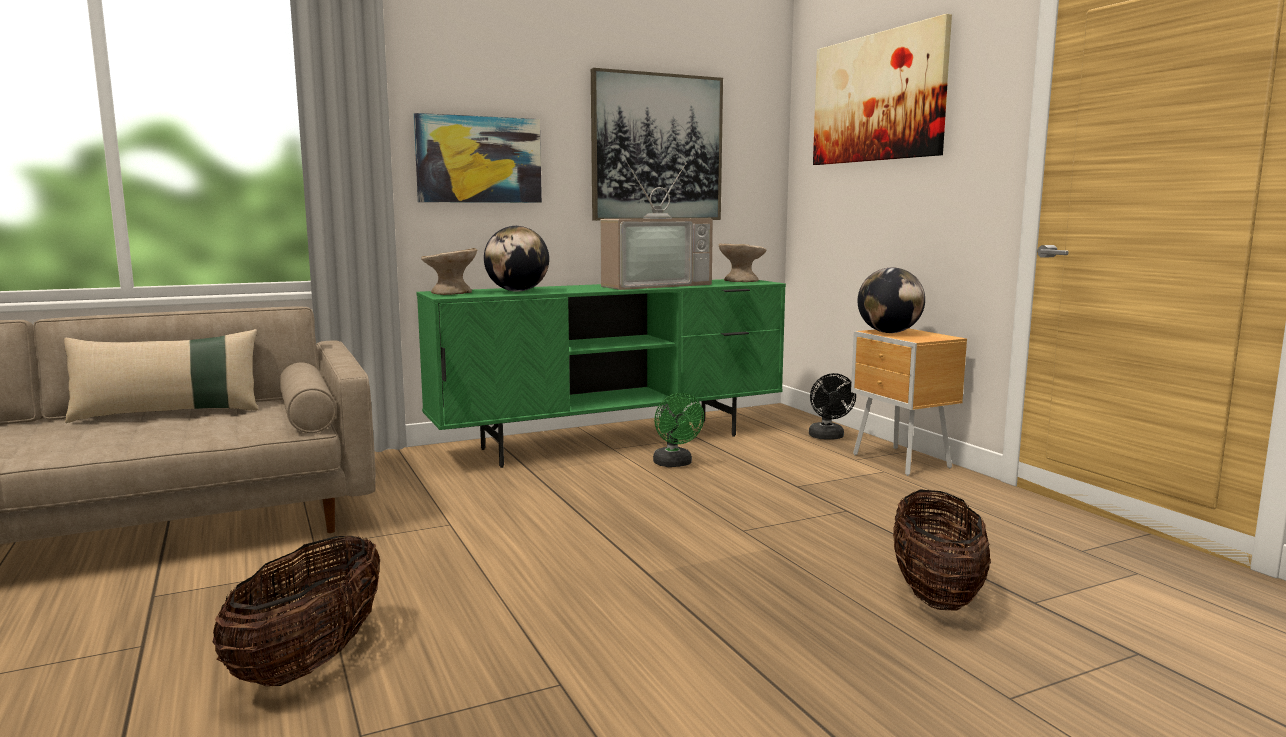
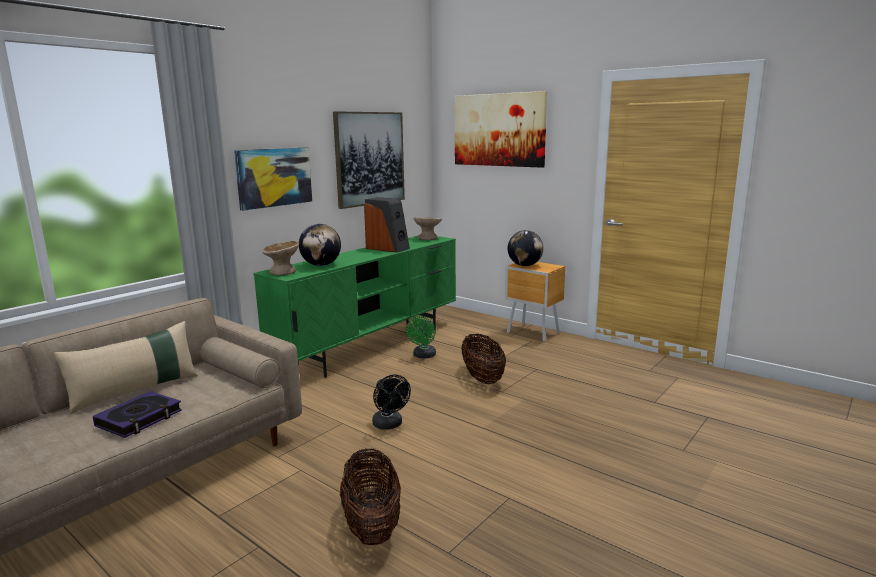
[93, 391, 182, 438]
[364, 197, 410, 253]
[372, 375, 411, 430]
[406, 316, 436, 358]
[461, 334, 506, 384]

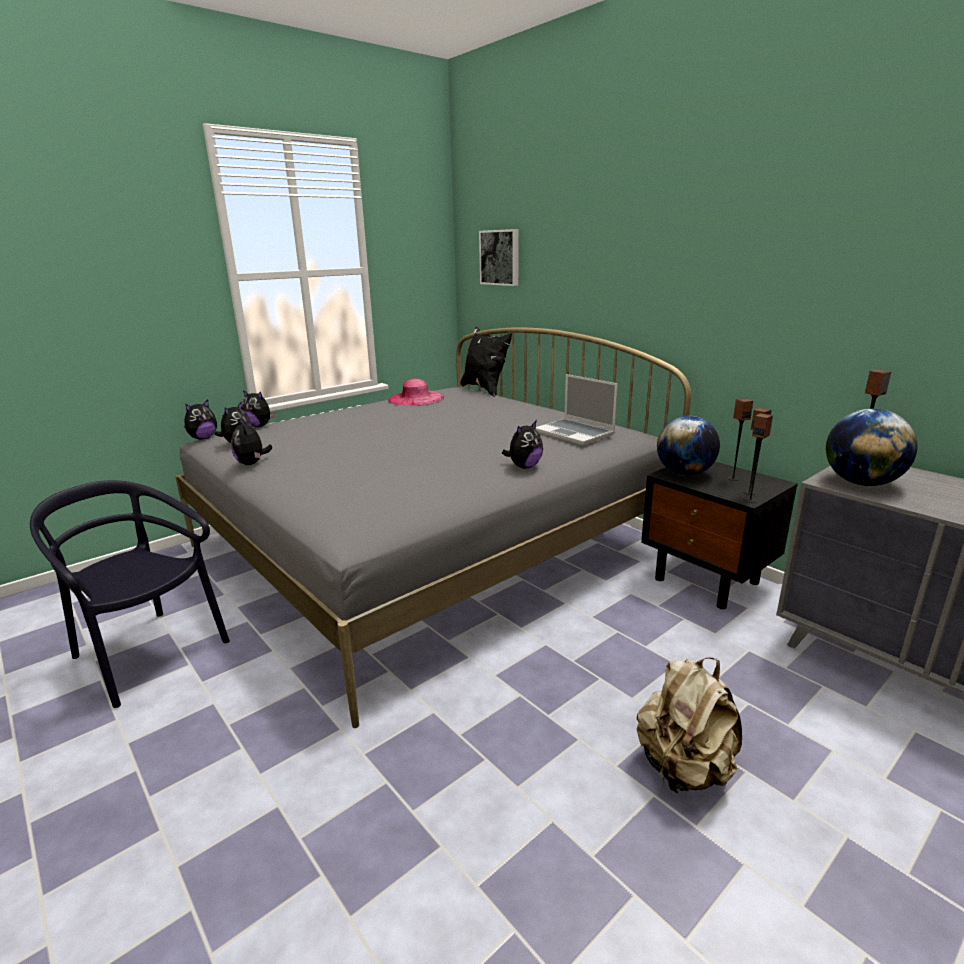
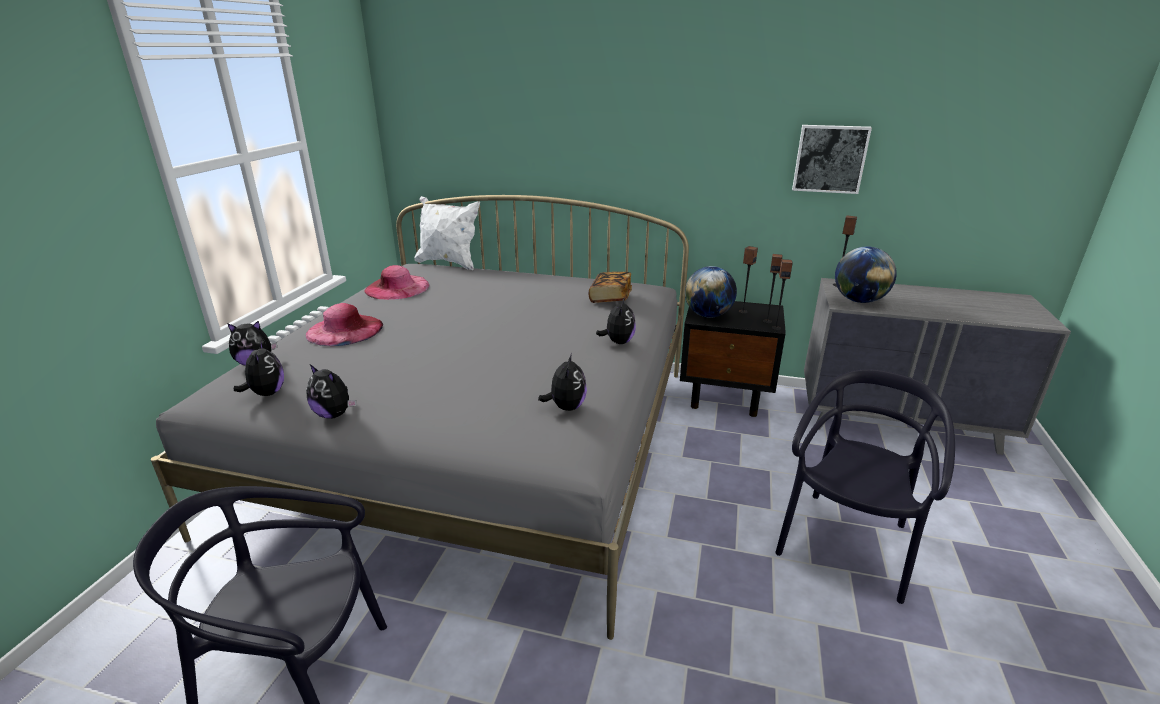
[306, 303, 383, 346]
[414, 196, 480, 270]
[538, 353, 587, 411]
[589, 272, 632, 303]
[775, 369, 955, 604]
[792, 125, 872, 194]

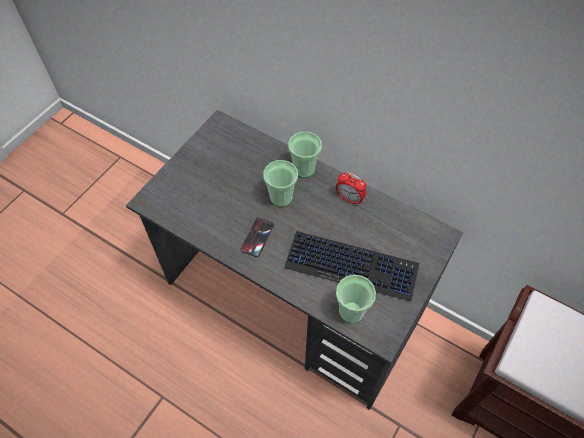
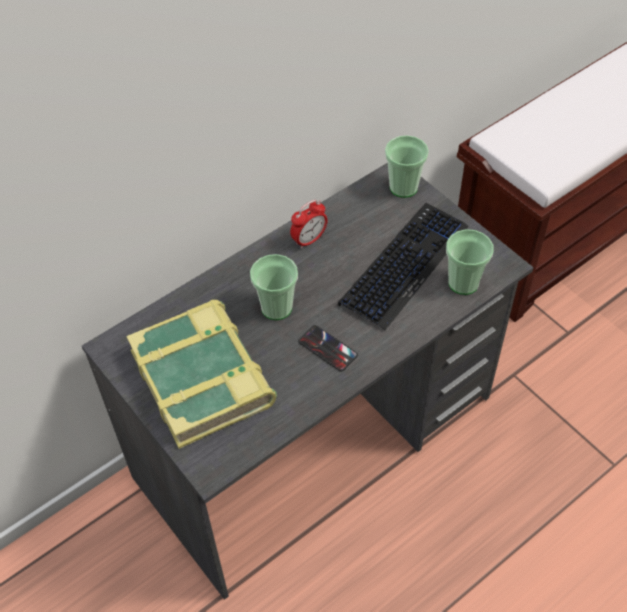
[126, 300, 277, 449]
[385, 135, 429, 198]

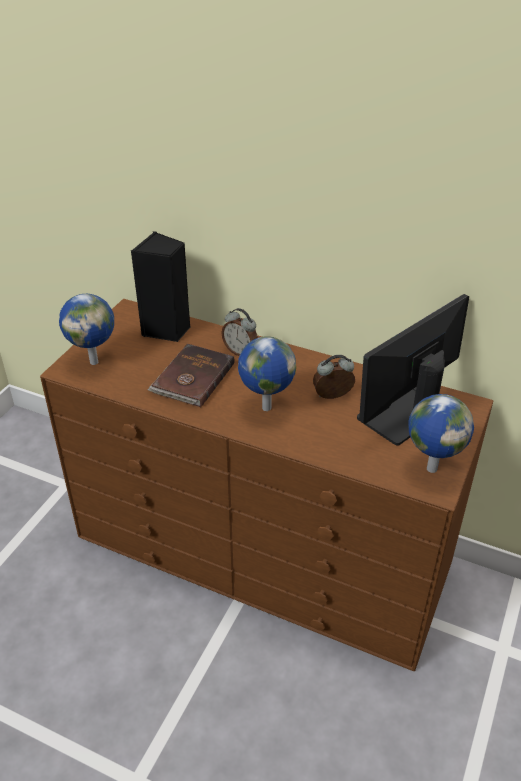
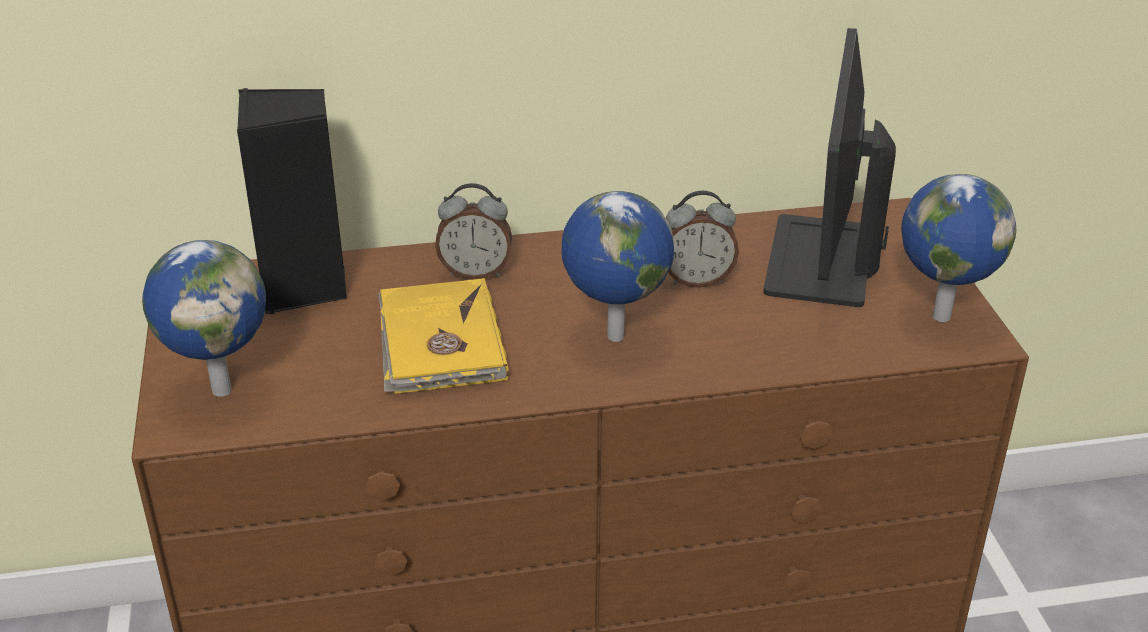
[378, 278, 509, 394]
[666, 190, 739, 288]

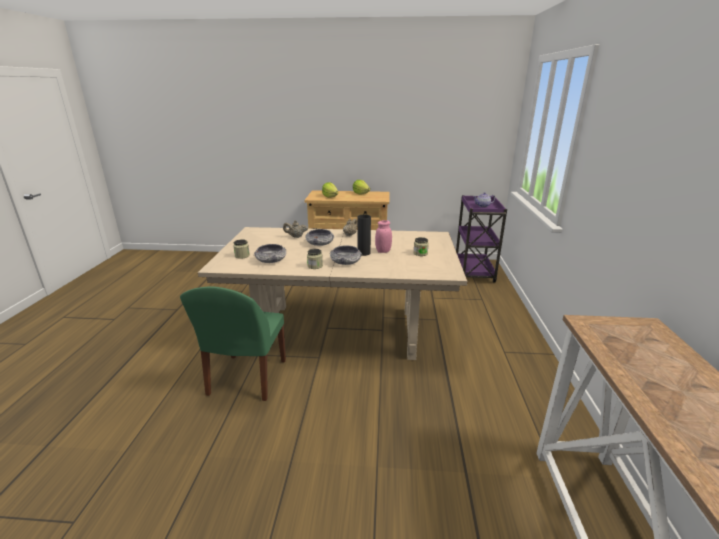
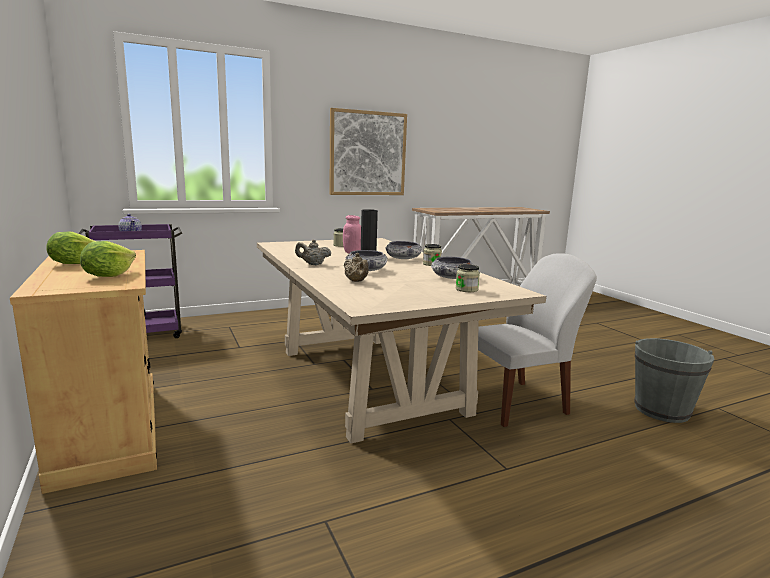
[329, 108, 407, 195]
[478, 253, 597, 427]
[635, 338, 714, 423]

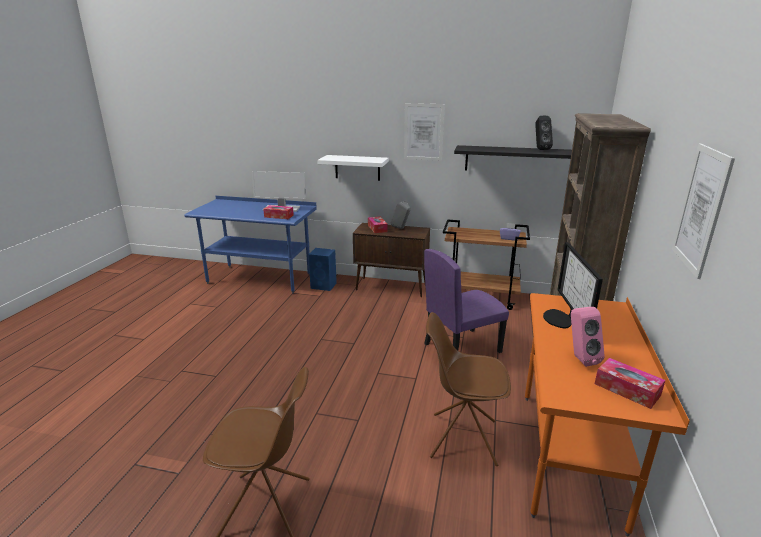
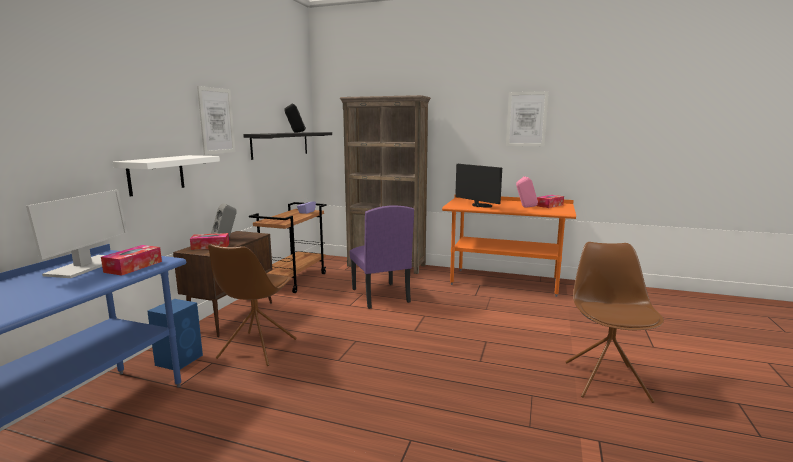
[208, 244, 297, 366]
[455, 164, 502, 208]

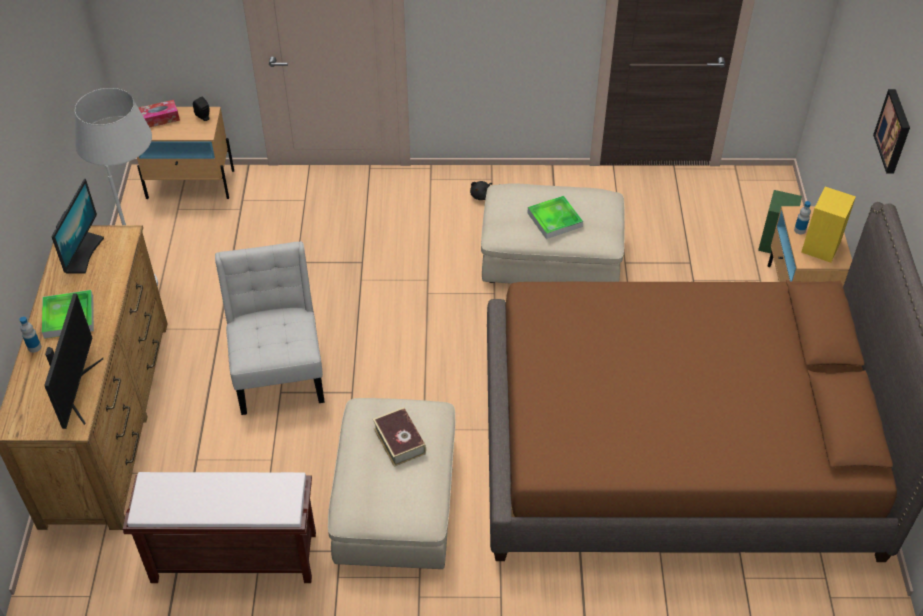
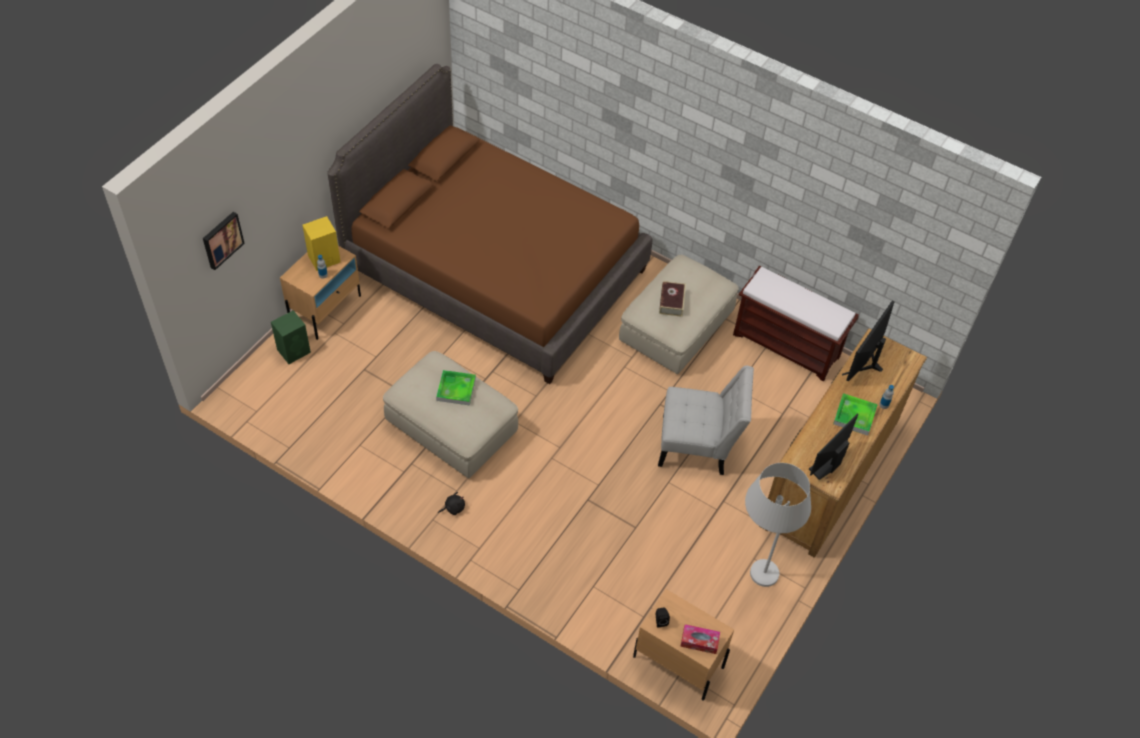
[203, 212, 245, 270]
[658, 365, 754, 475]

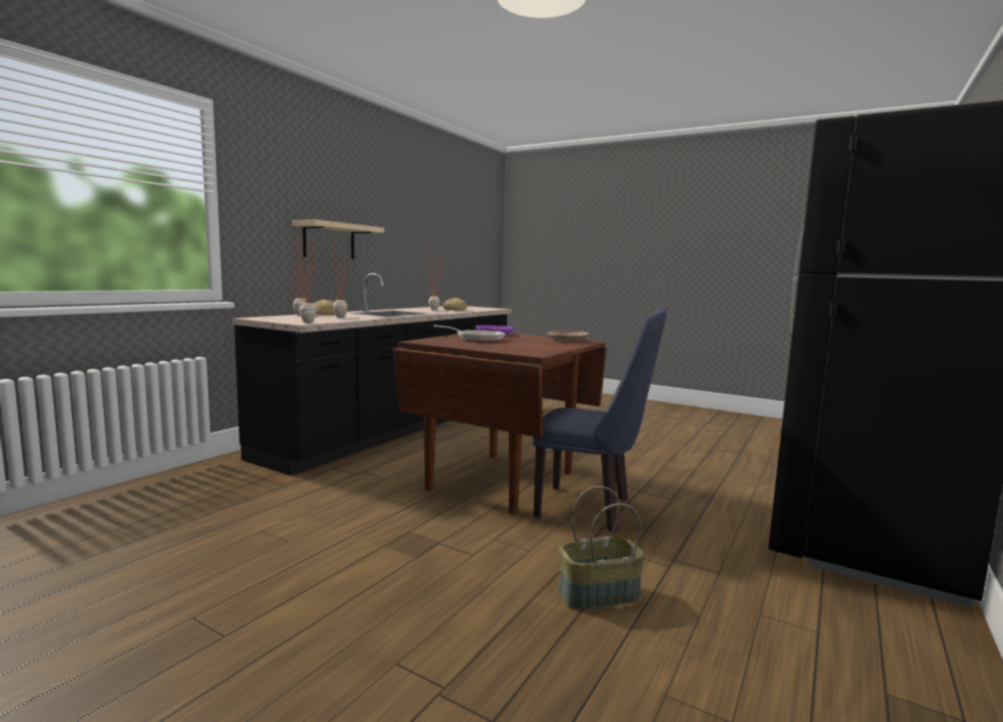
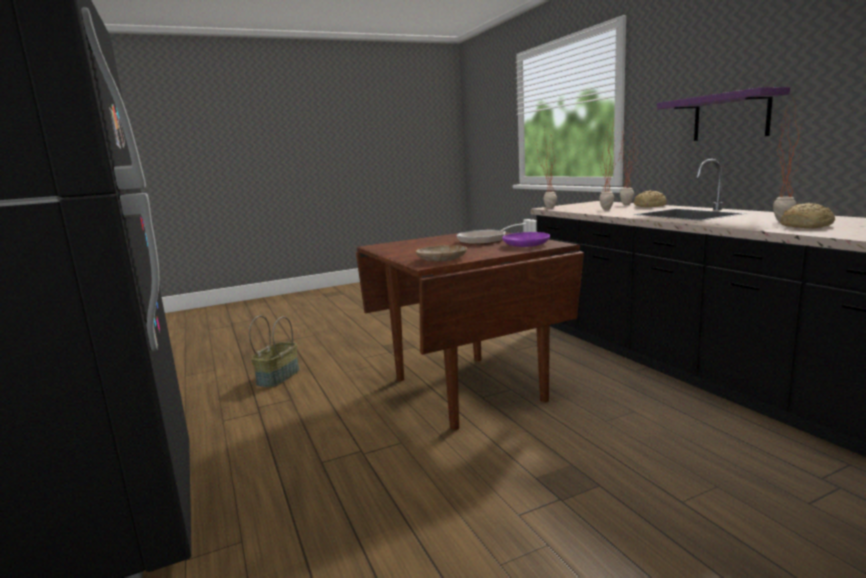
[657, 87, 790, 141]
[533, 309, 667, 532] (first image)

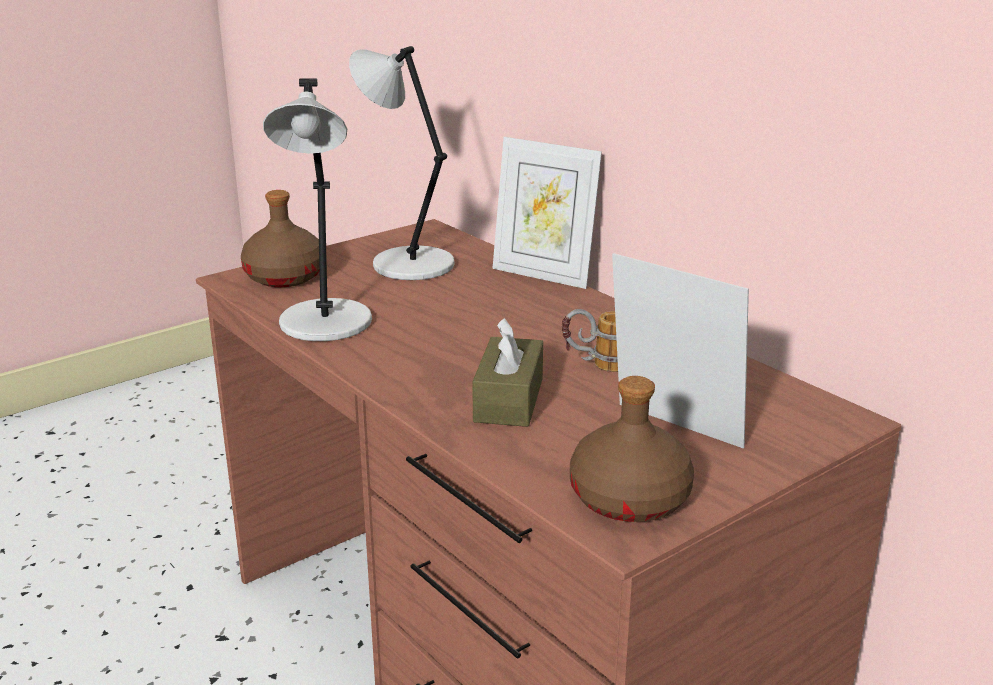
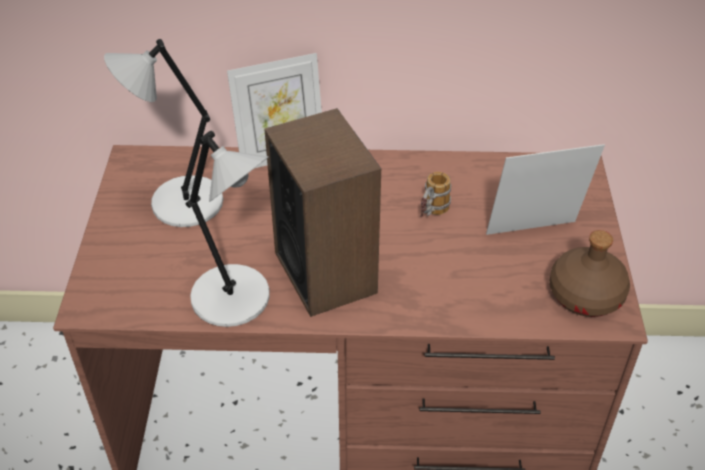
[264, 108, 381, 317]
[241, 190, 320, 287] (first image)
[472, 318, 543, 427] (first image)

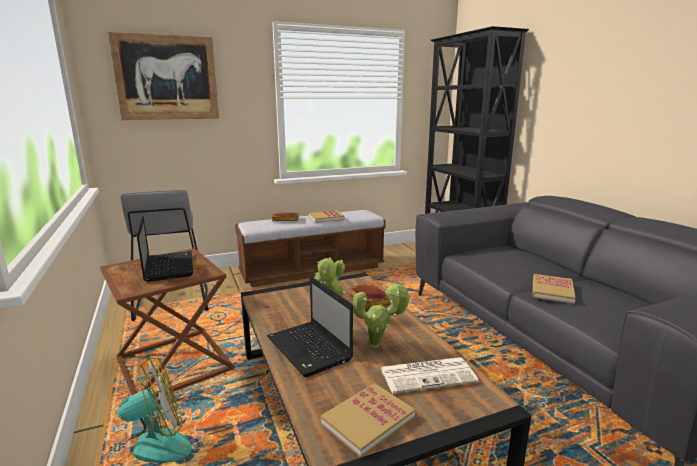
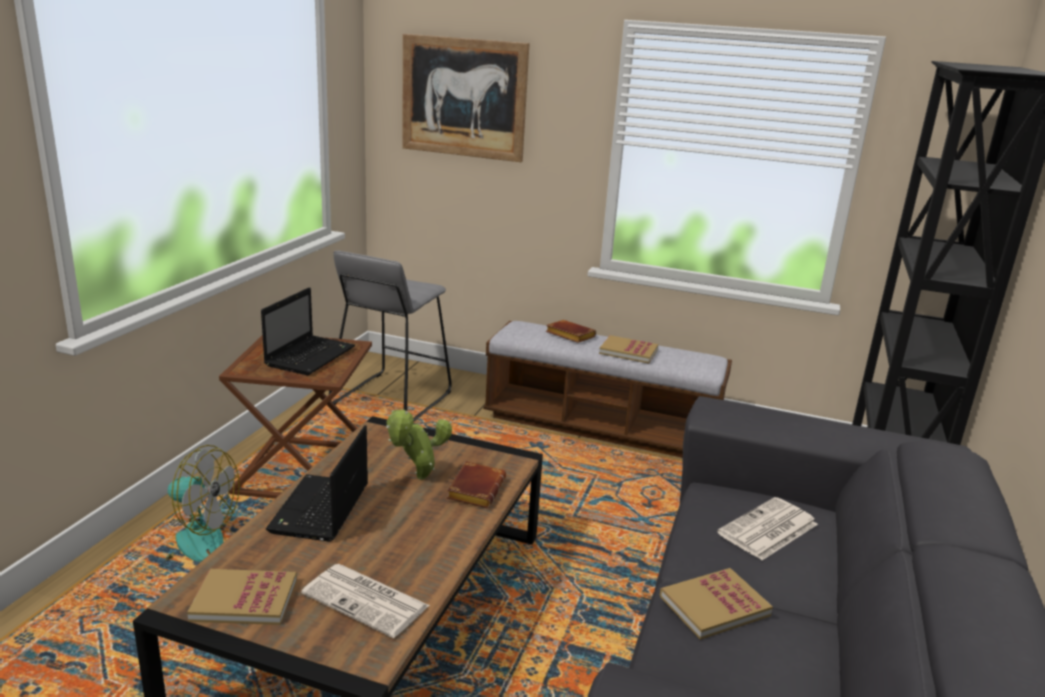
[717, 497, 818, 560]
[353, 282, 411, 348] (first image)

